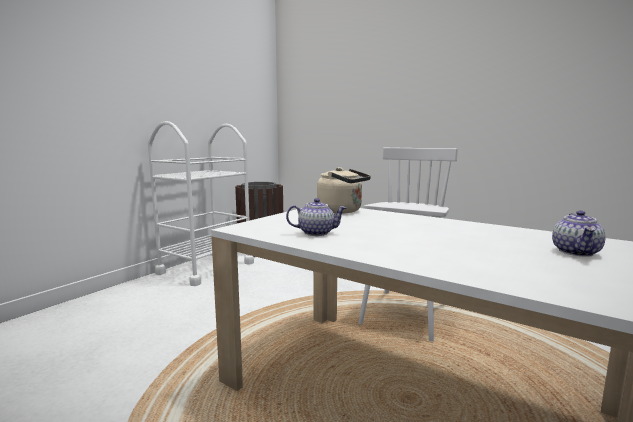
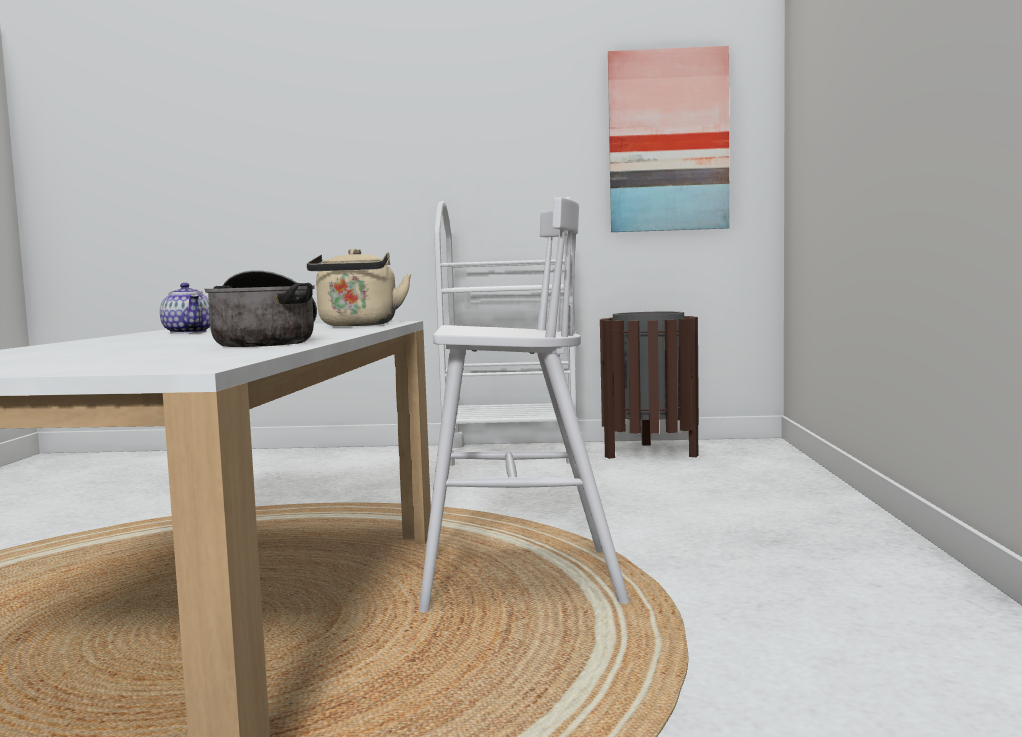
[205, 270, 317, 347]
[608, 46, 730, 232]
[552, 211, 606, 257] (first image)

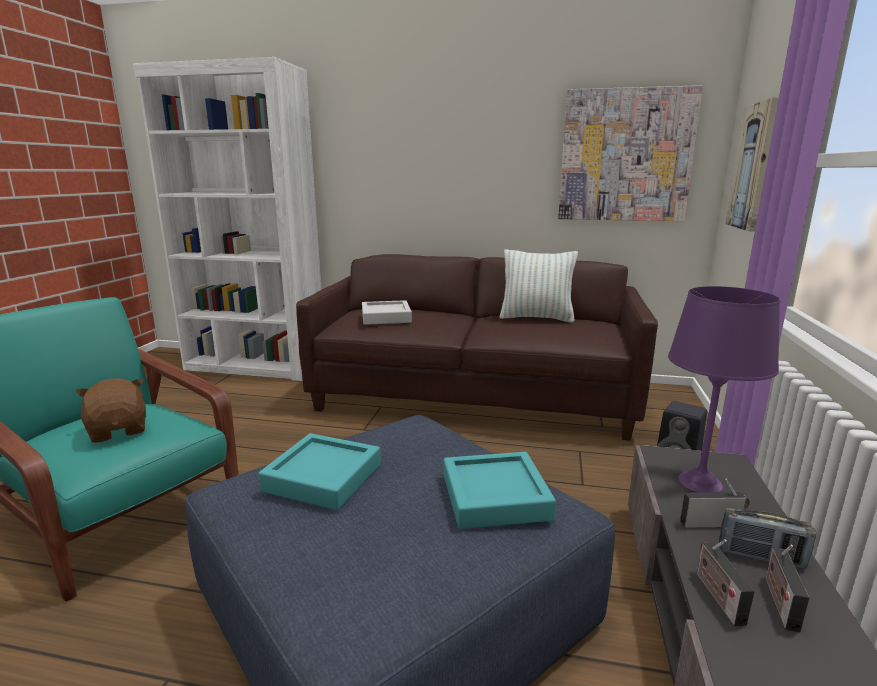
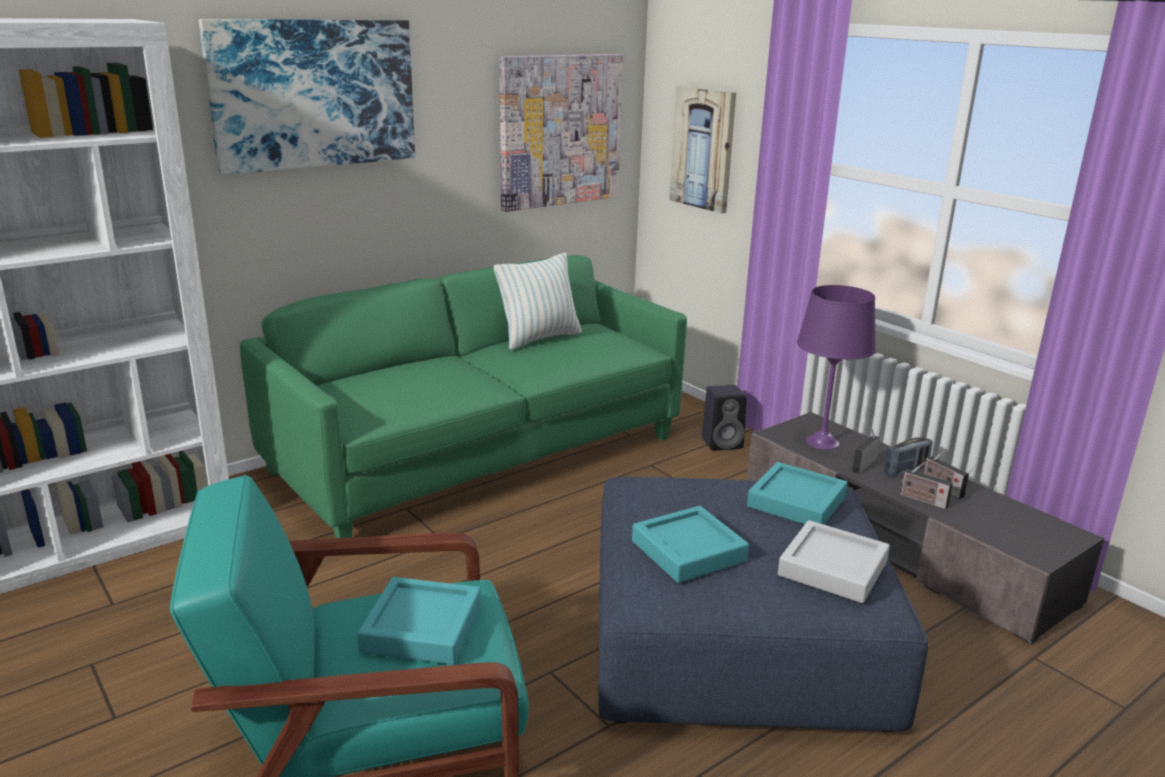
[199, 19, 415, 175]
[240, 255, 687, 538]
[357, 577, 481, 665]
[778, 520, 890, 603]

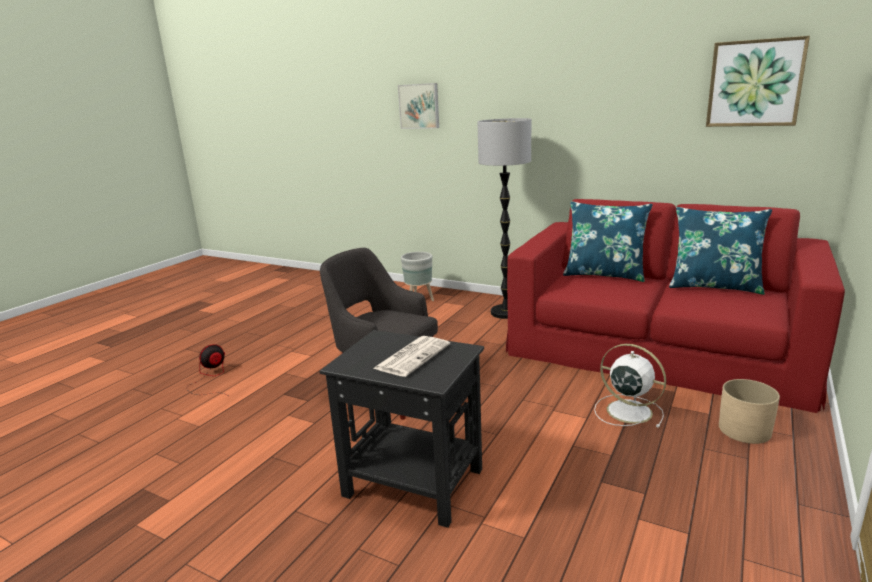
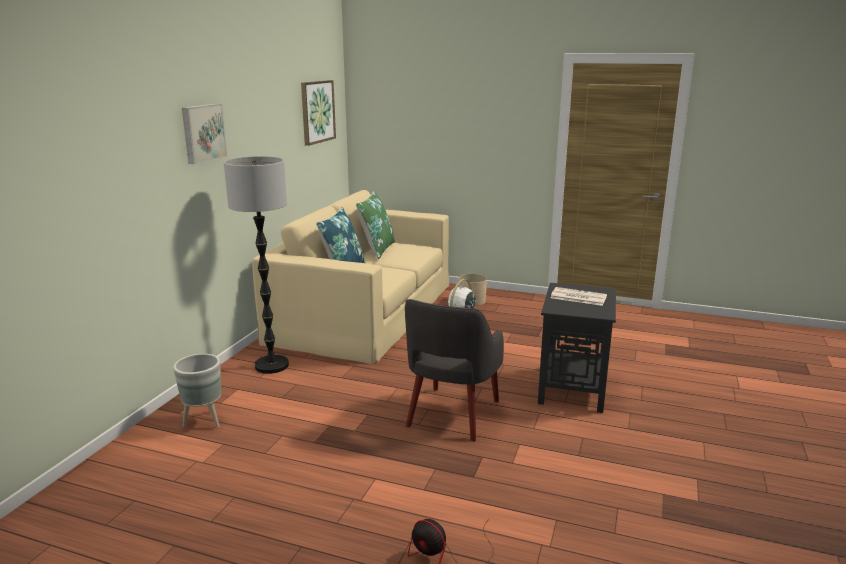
[182, 103, 227, 164]
[252, 190, 449, 364]
[356, 191, 395, 259]

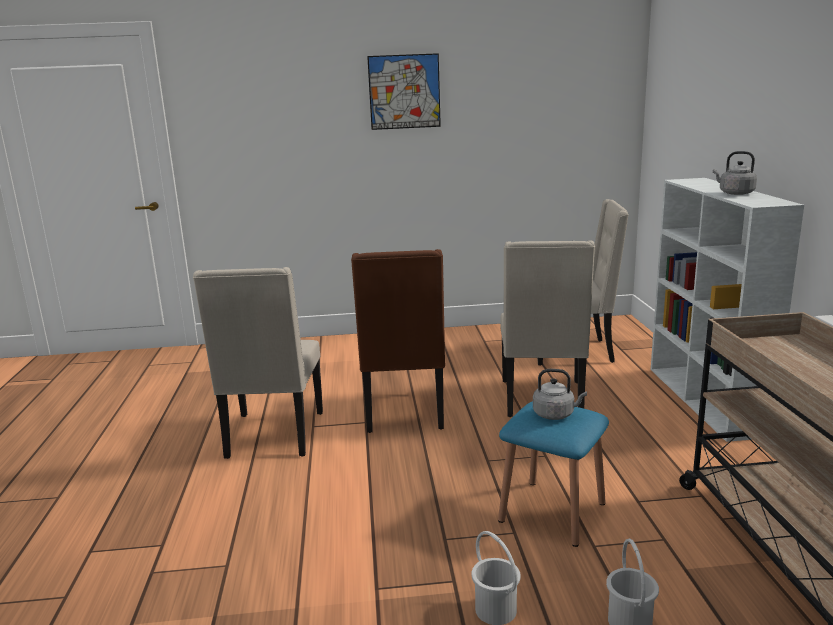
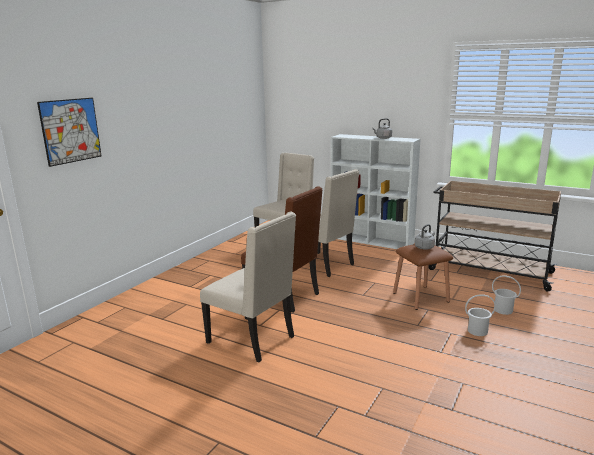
[37, 98, 102, 167]
[393, 244, 453, 310]

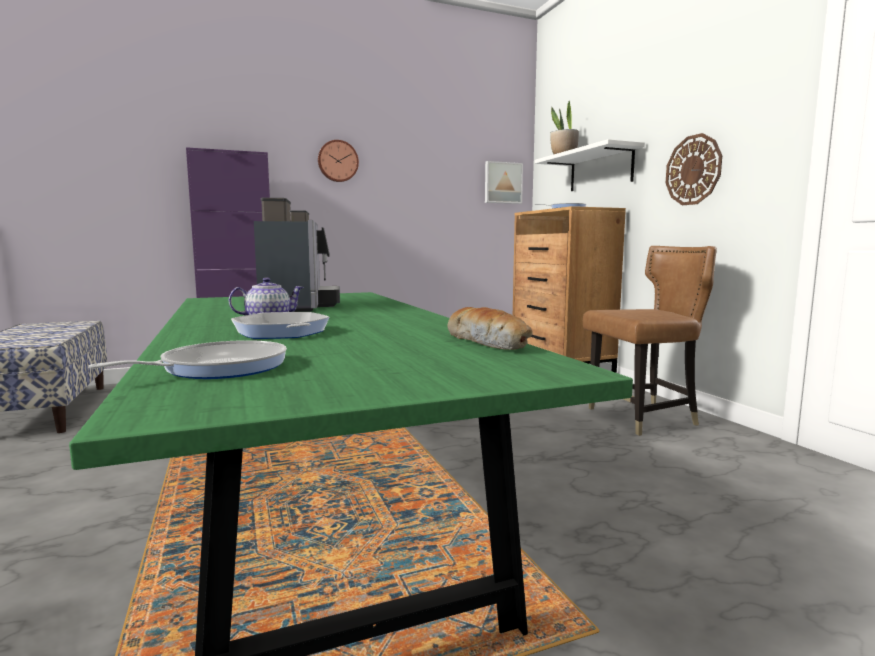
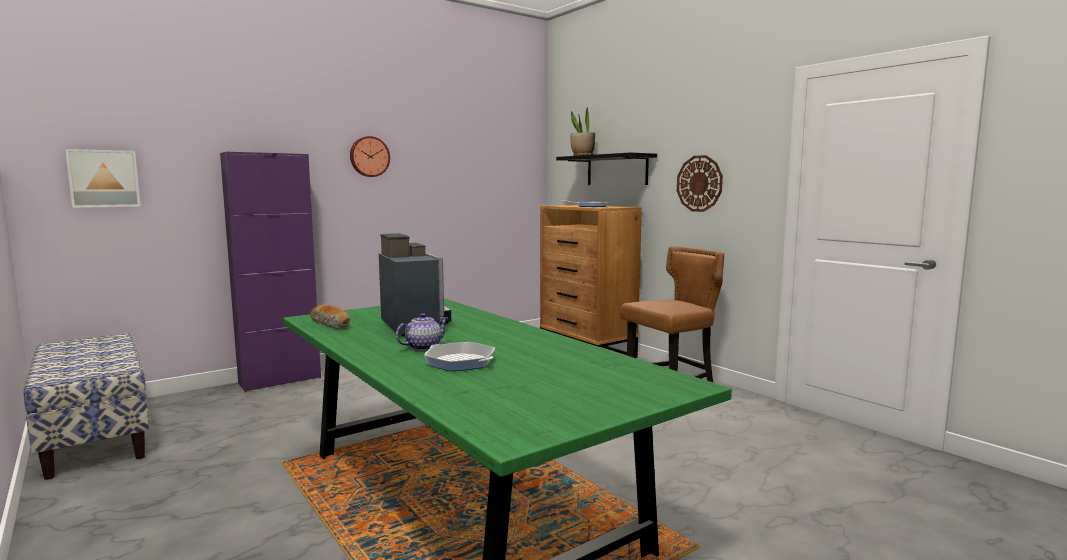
[65, 149, 141, 208]
[310, 304, 350, 328]
[556, 152, 657, 185]
[88, 340, 287, 379] (first image)

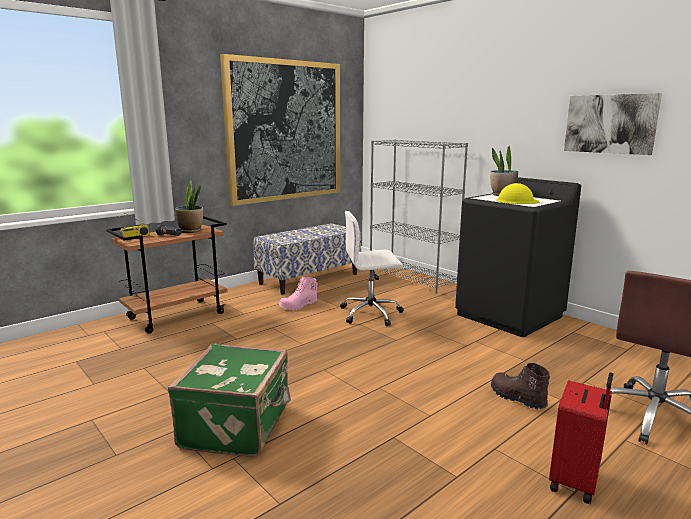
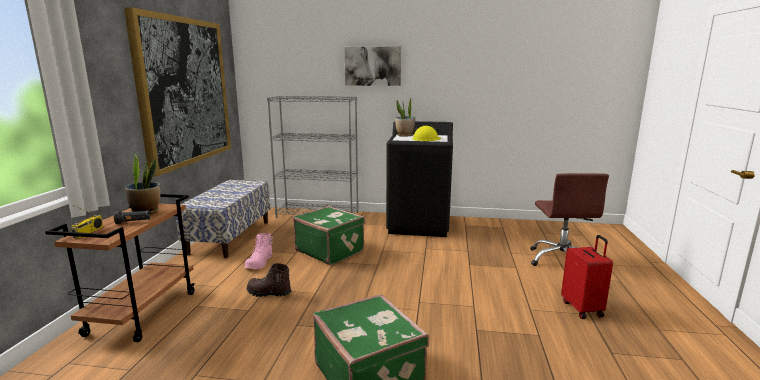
[246, 263, 291, 297]
[293, 206, 365, 265]
[345, 46, 401, 86]

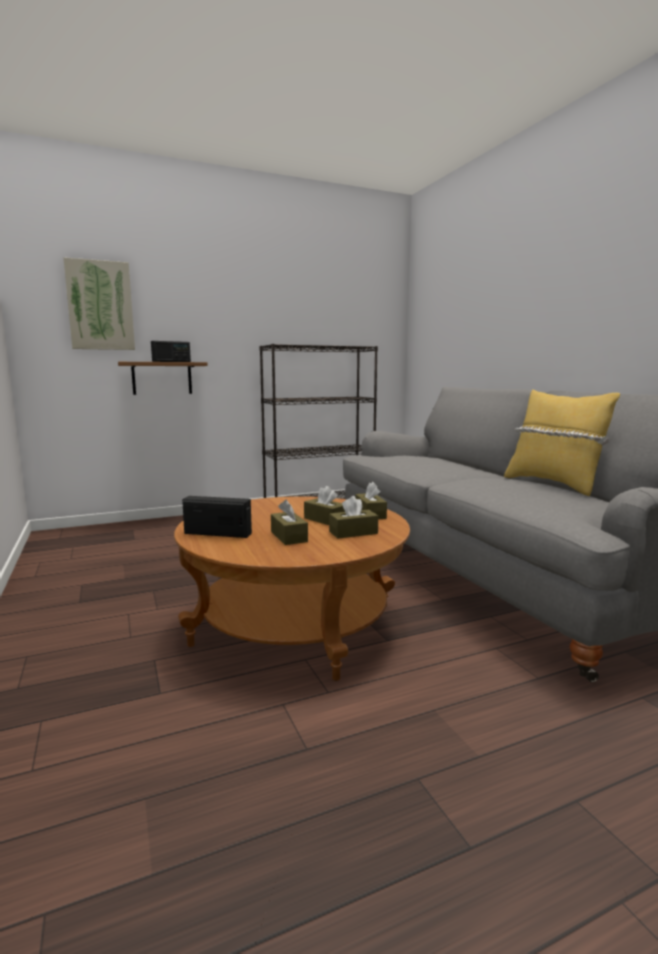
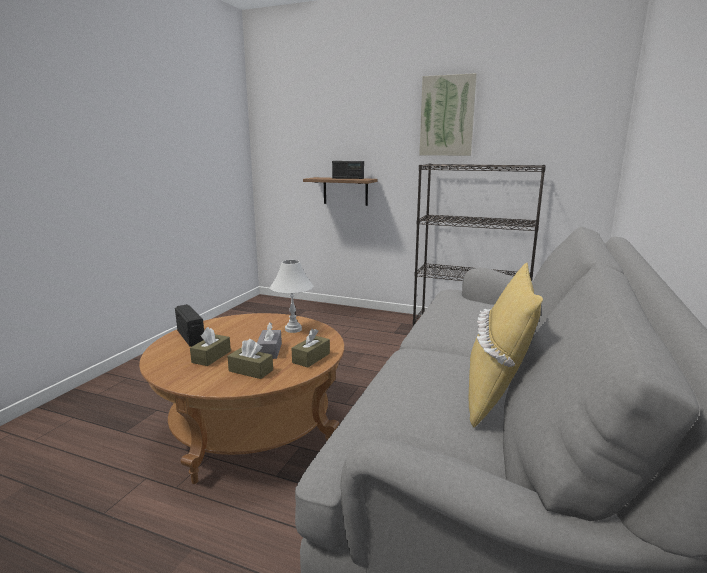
[257, 322, 282, 359]
[270, 260, 313, 333]
[419, 73, 477, 156]

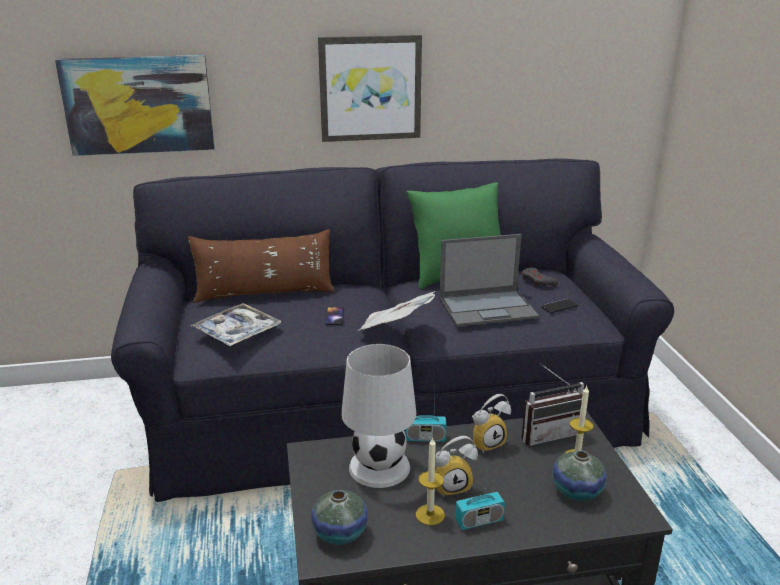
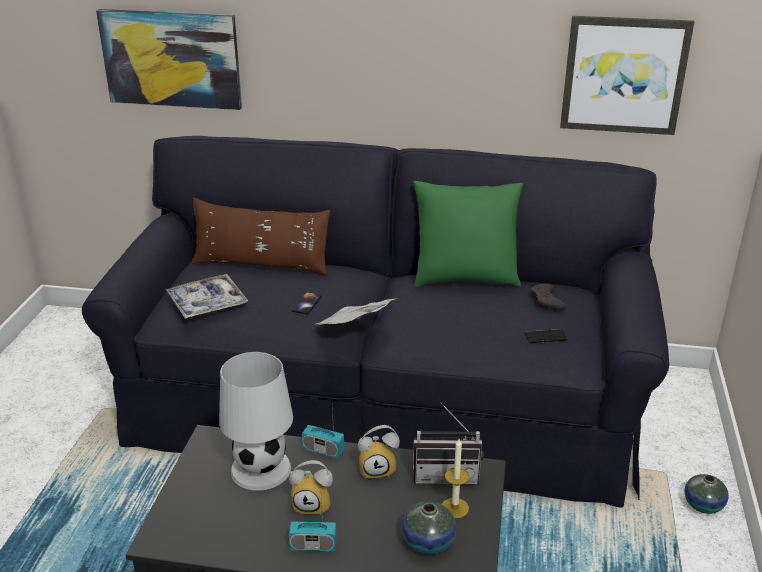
[560, 16, 694, 135]
[684, 474, 729, 514]
[416, 437, 445, 525] (first image)
[439, 234, 539, 326] (first image)

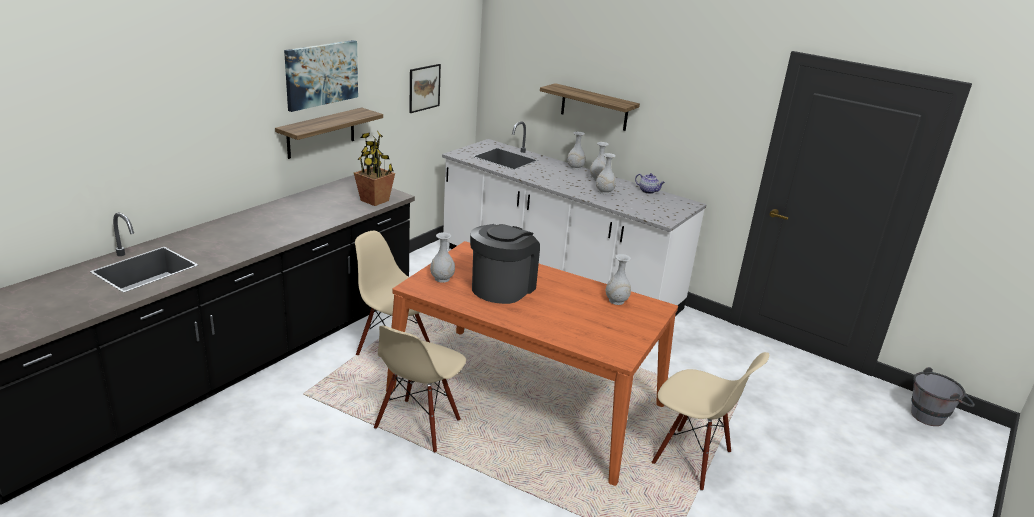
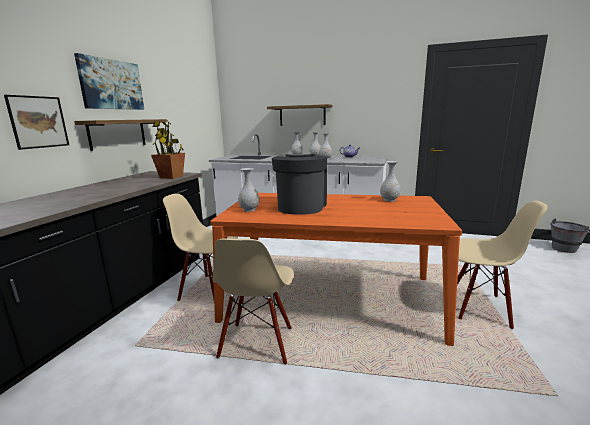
[4, 95, 69, 150]

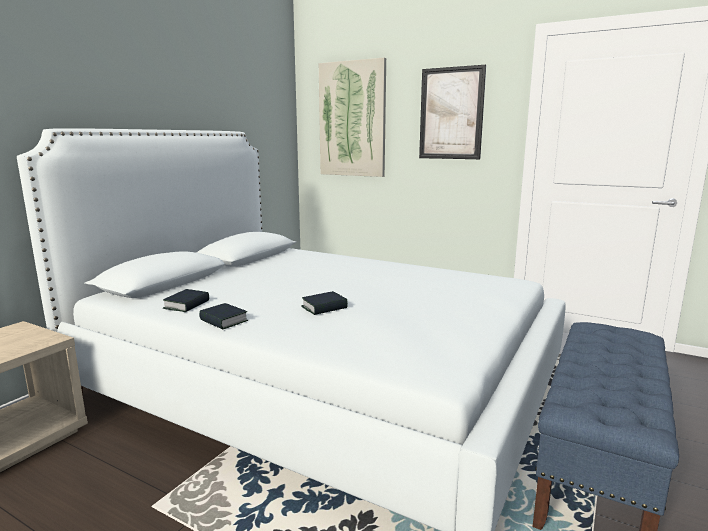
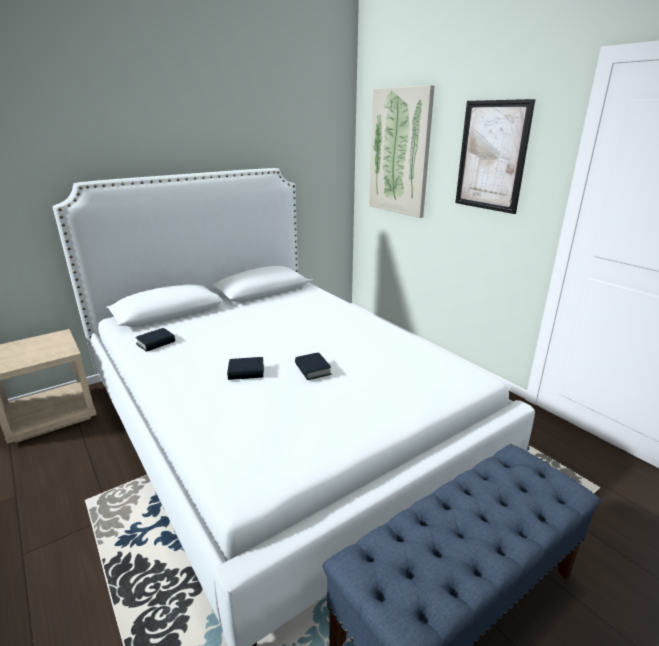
[295, 352, 331, 380]

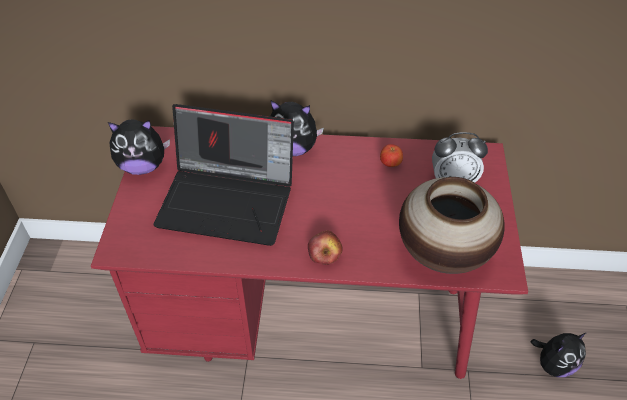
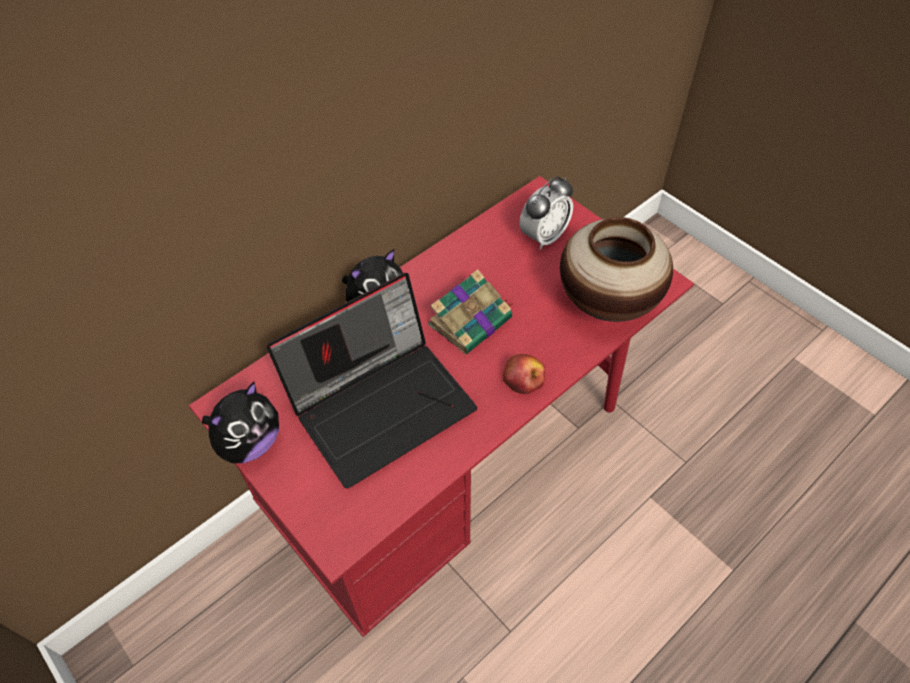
[428, 269, 513, 354]
[380, 144, 403, 167] (first image)
[531, 333, 586, 377] (first image)

